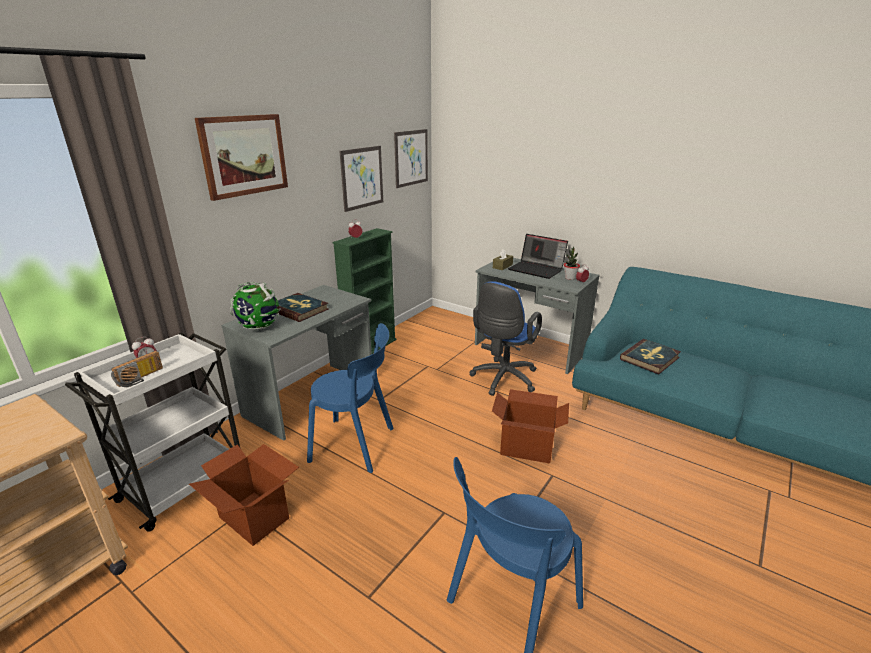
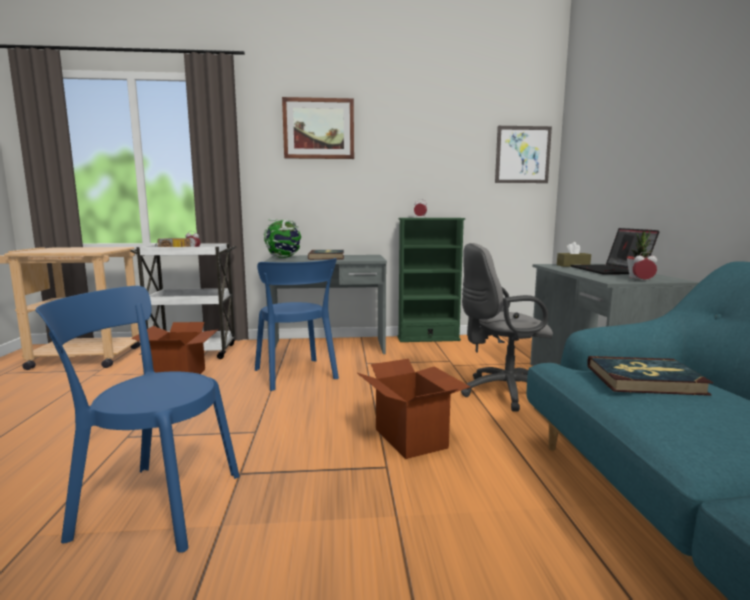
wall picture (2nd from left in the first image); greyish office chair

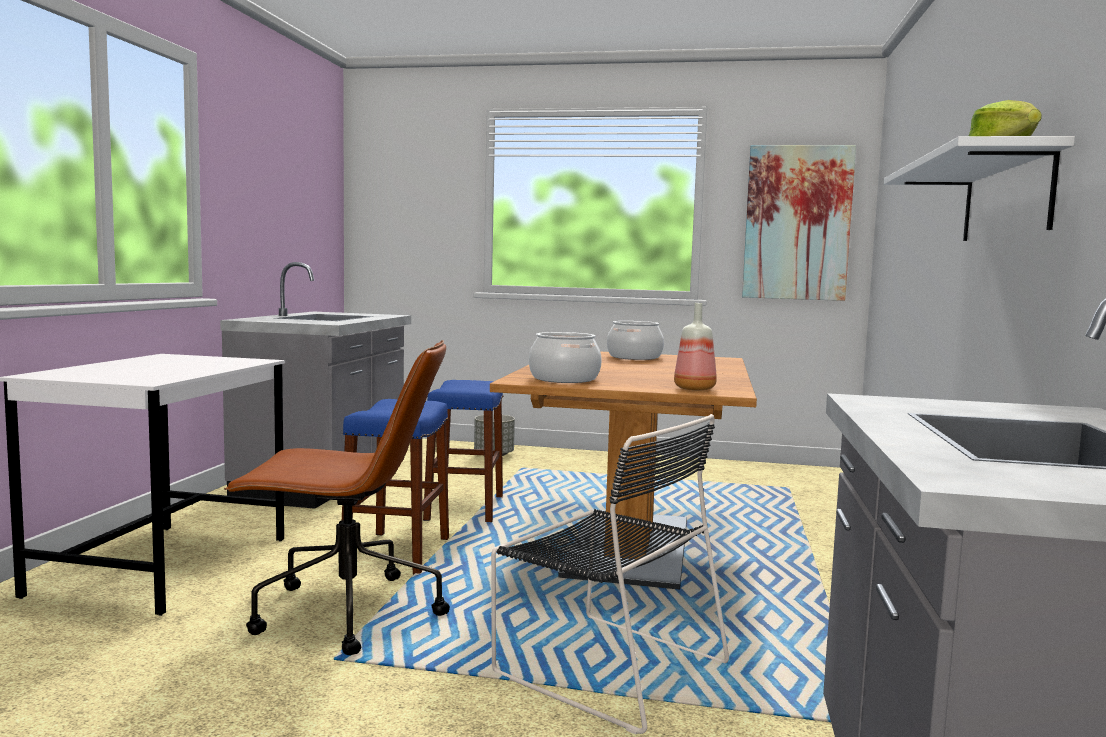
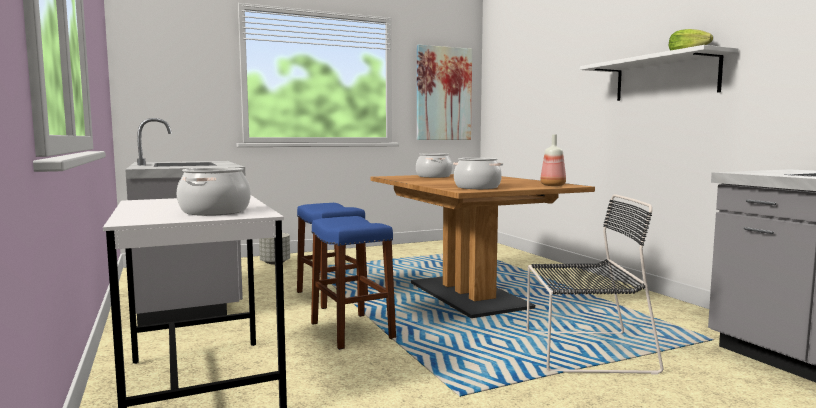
brownish office chair; cooking pot (1st from left)

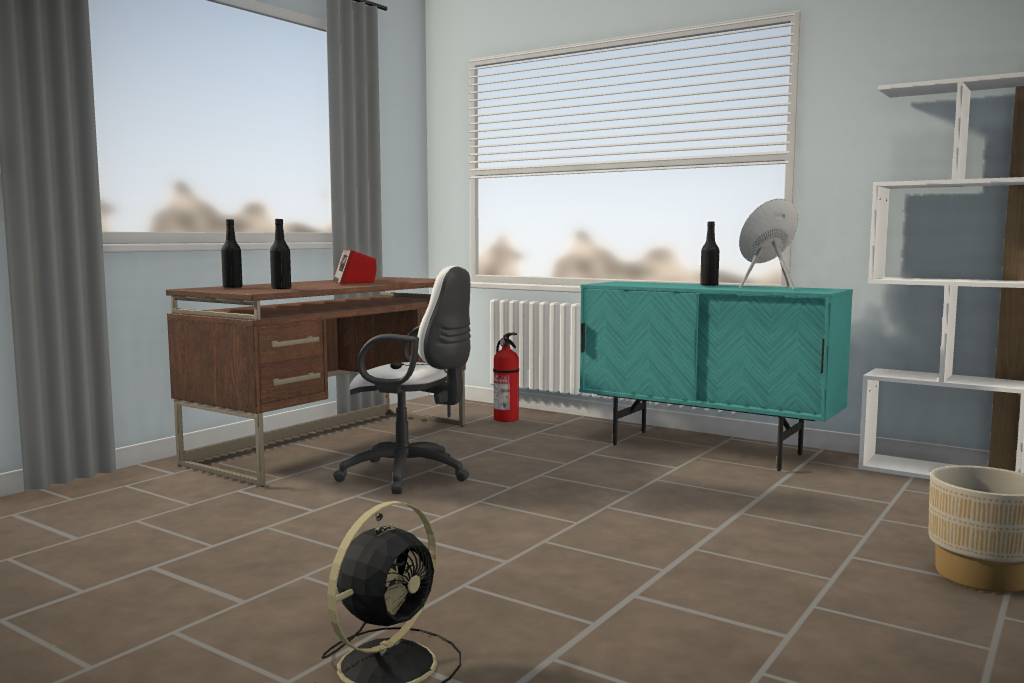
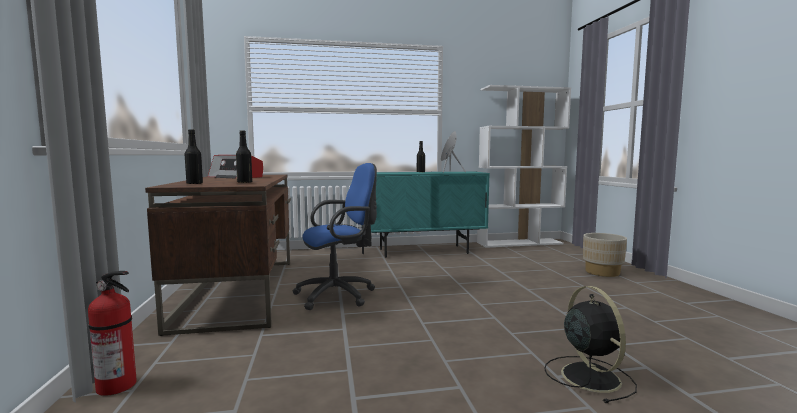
blue-coloured office chair; fire-fighting cylinder

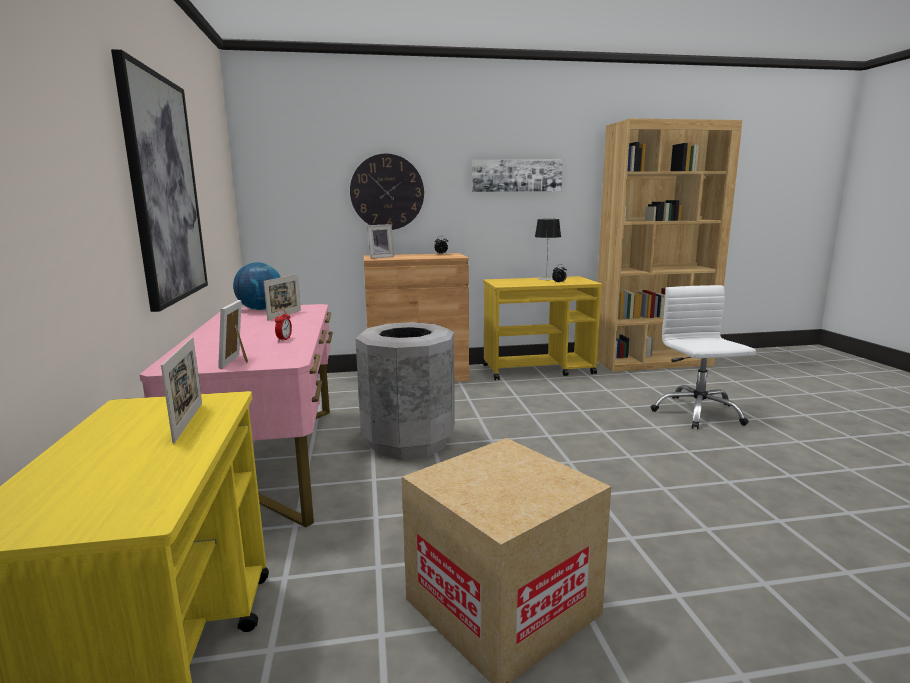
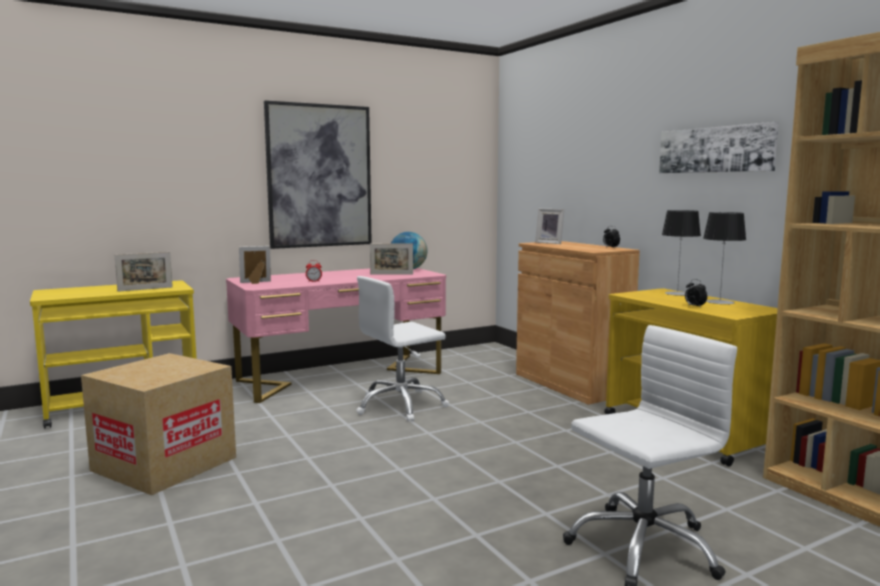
wall clock; whitish office chair (1st from left); lamp for a table (1st from left)

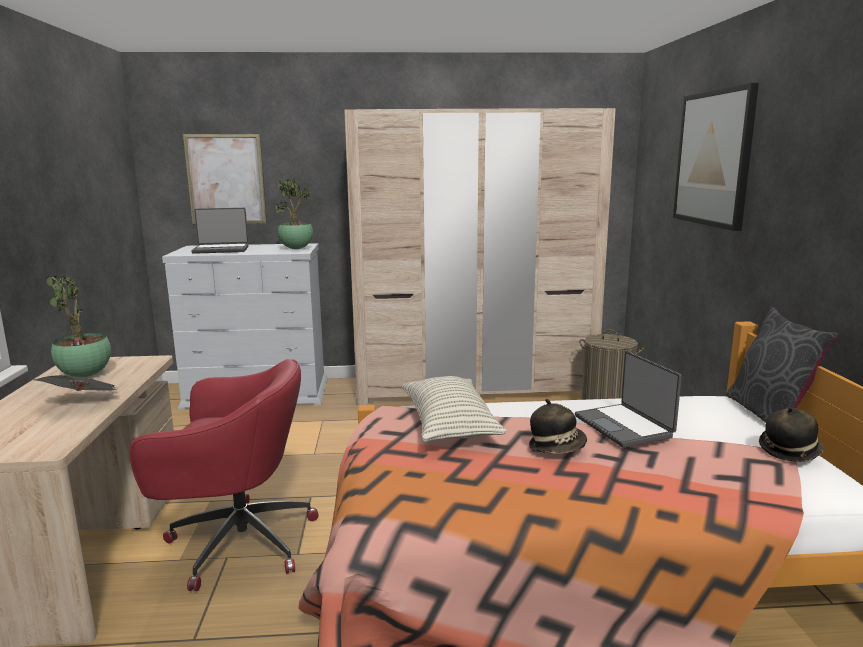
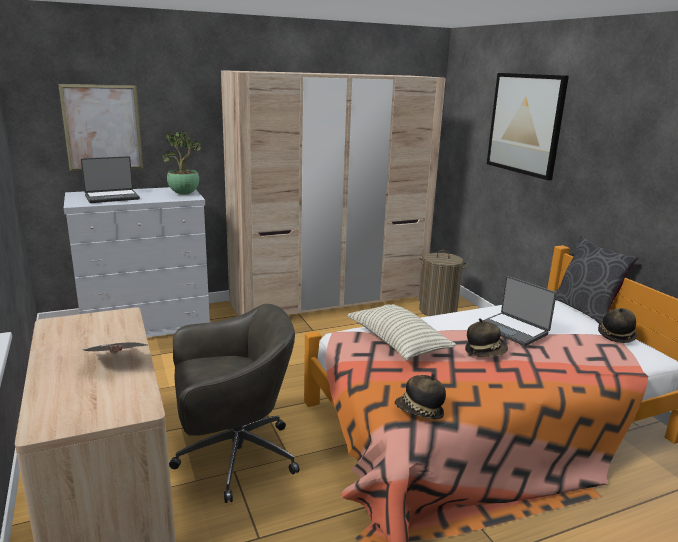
plant in a pot (1st from left in the first image); greyish office chair; hat (1st from left)

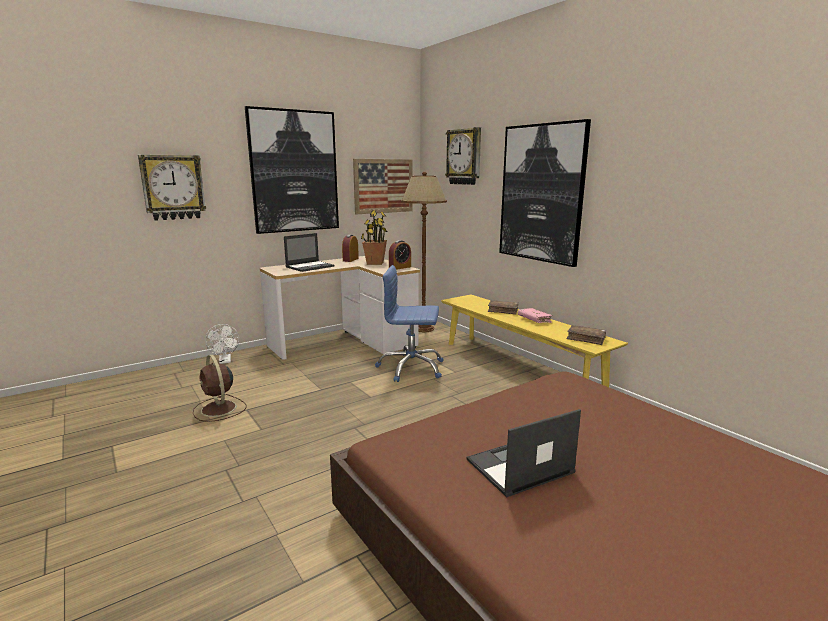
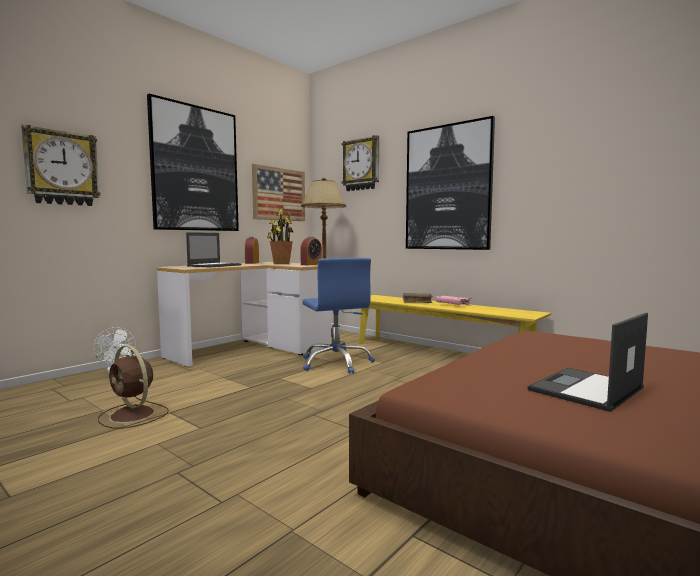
blue-coloured office chair; brownish bound book (2nd from left in the first image)

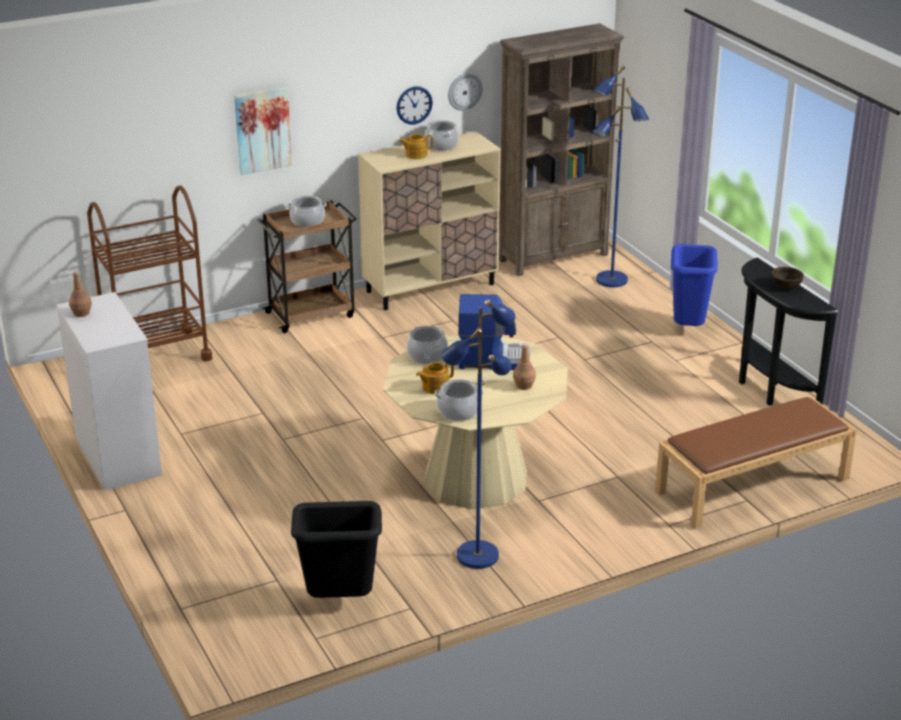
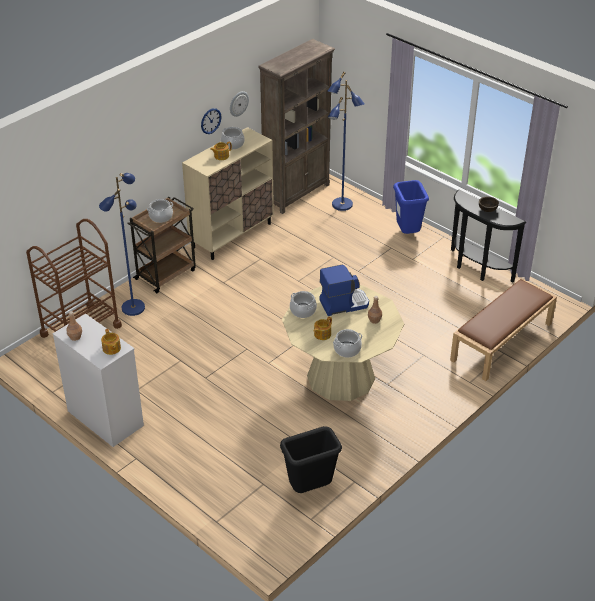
wall picture; blue-coloured floor lamp (1st from left); pot for tea (1st from left)

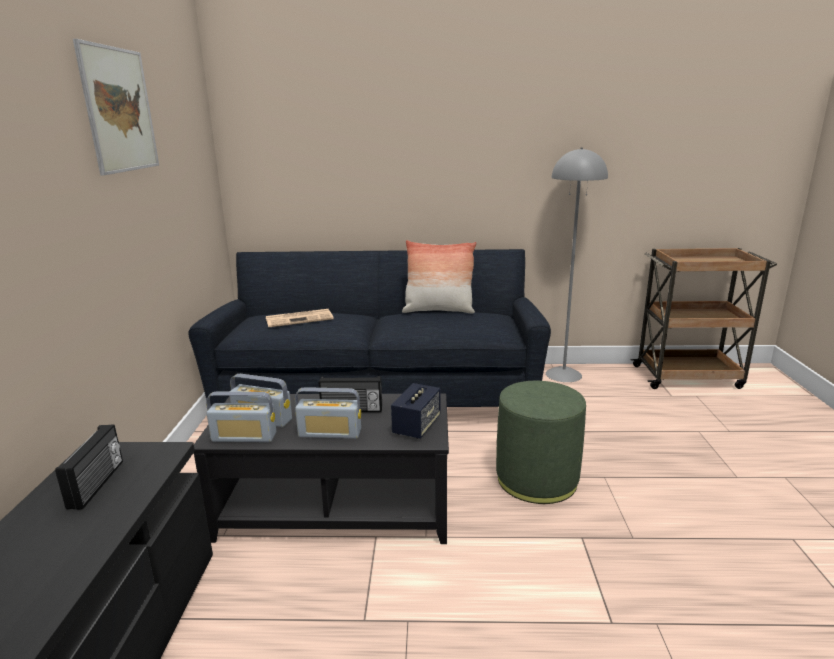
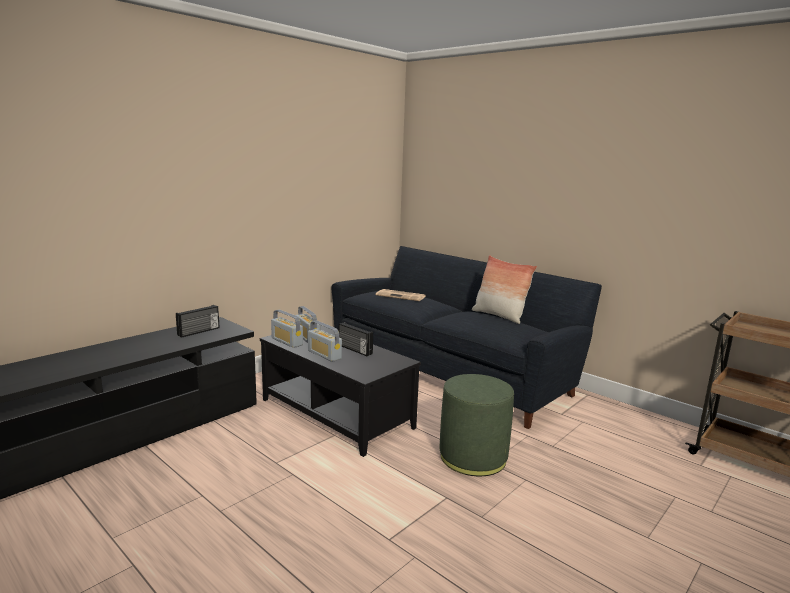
wall picture; loudspeaker; greyish floor lamp

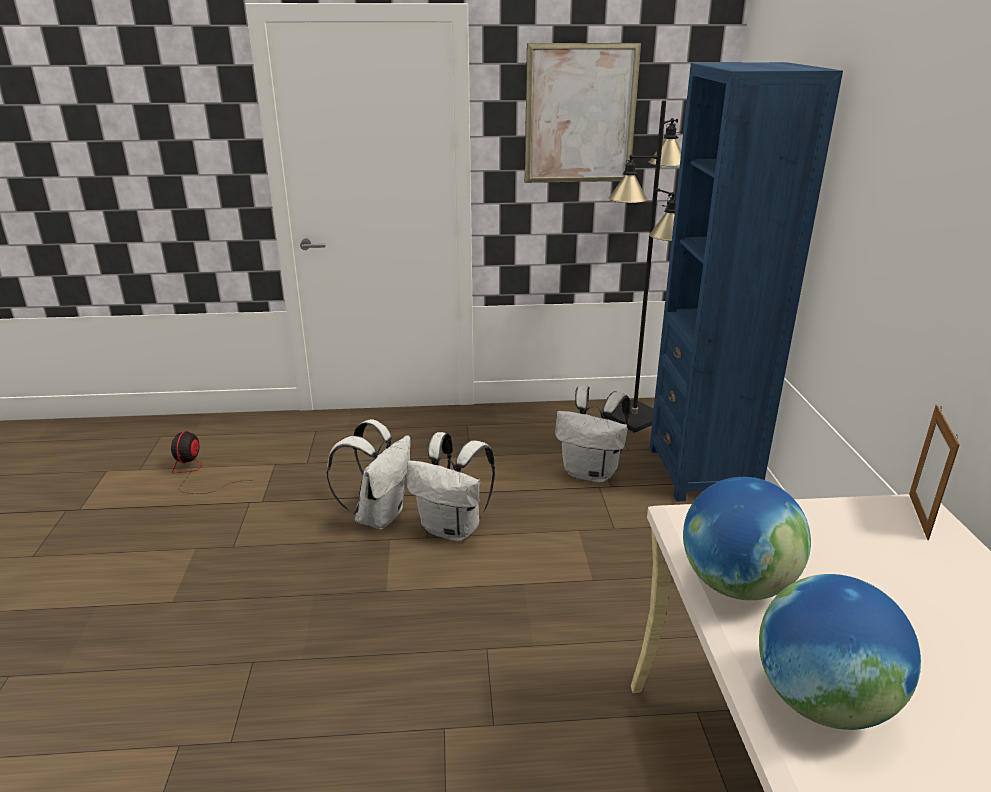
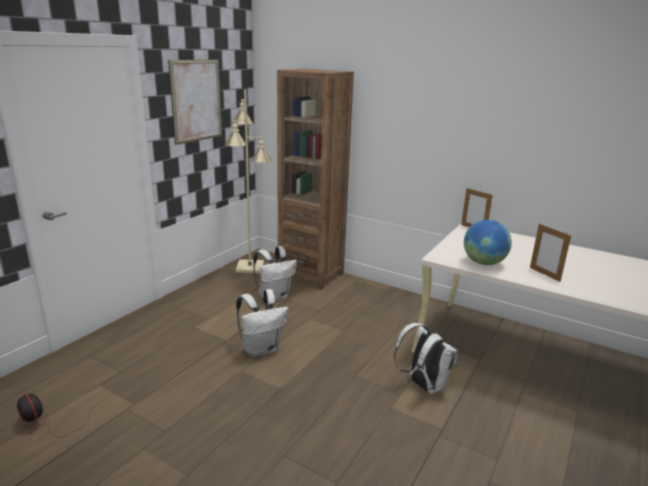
whitish rucksack (3rd from left); sand-coloured floor lamp; brownish bookshelf; standing frame (2nd from left)

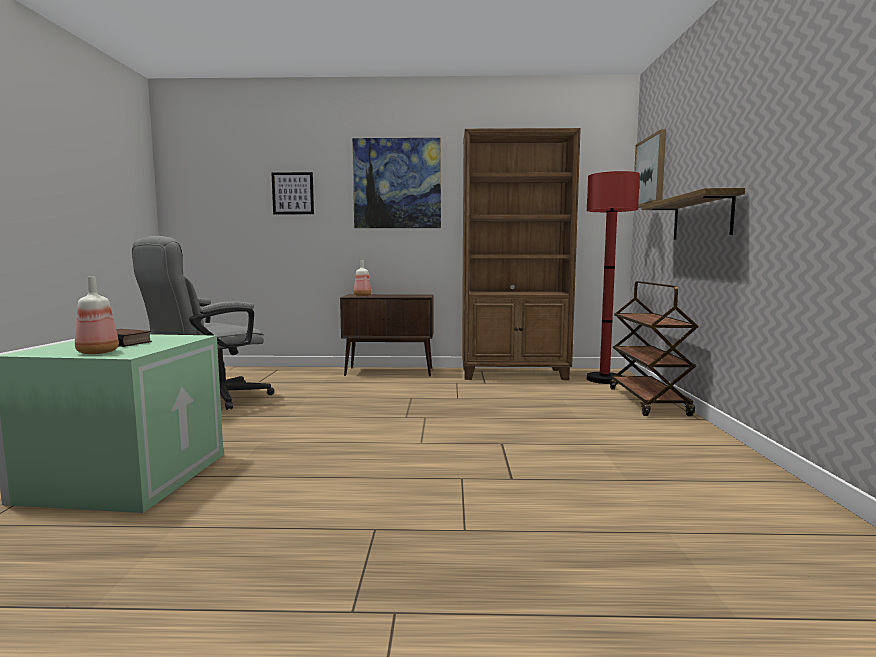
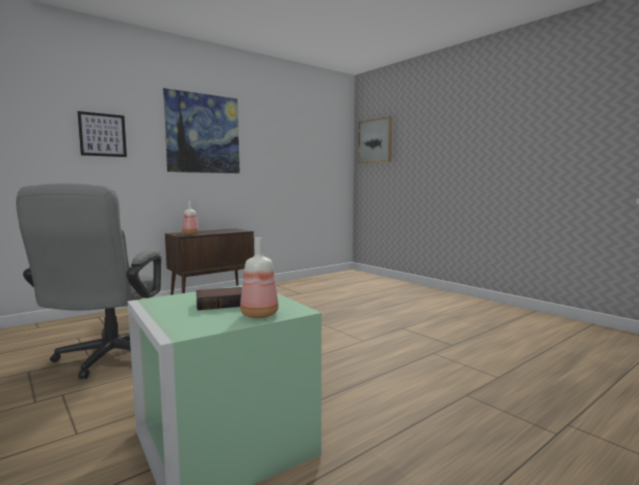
brownish bookshelf; red floor lamp; brownish wheeled cart; bracket shelf

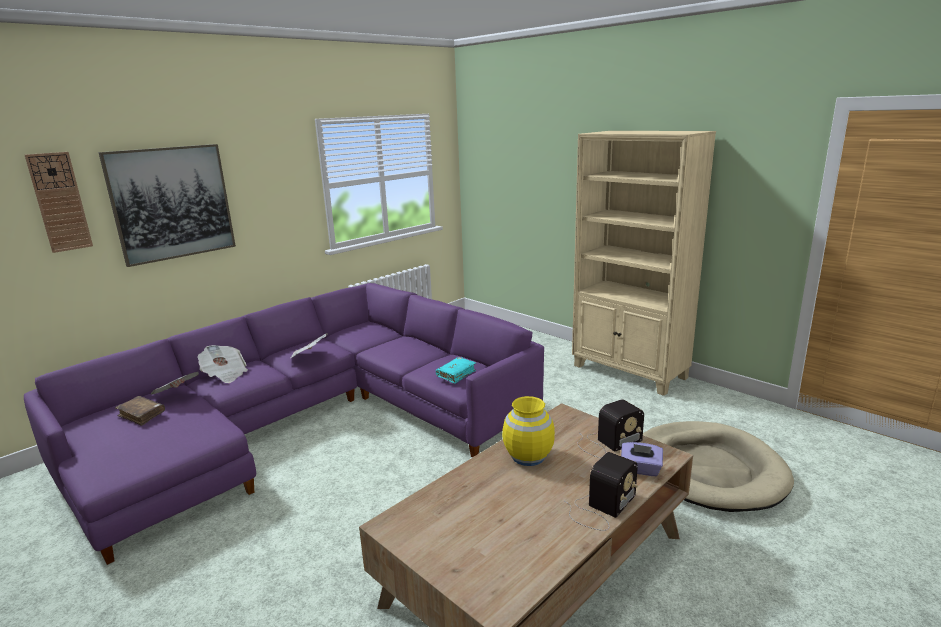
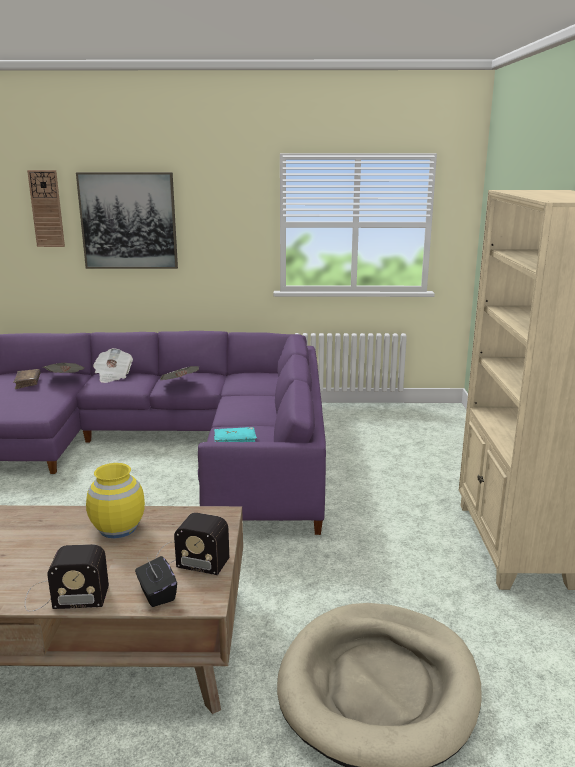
black box of tissues

